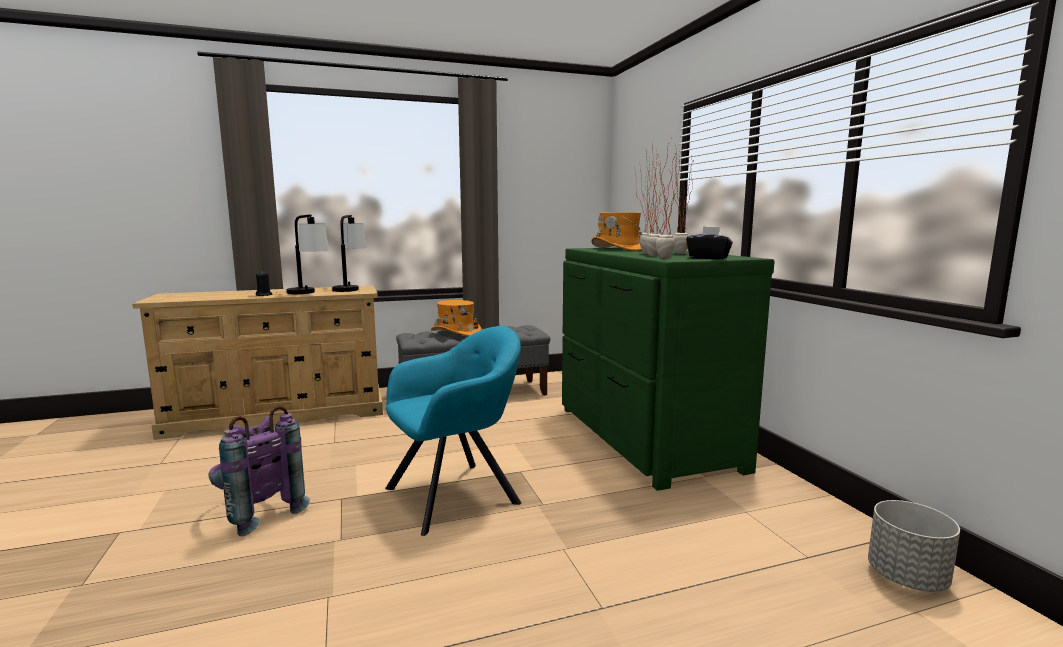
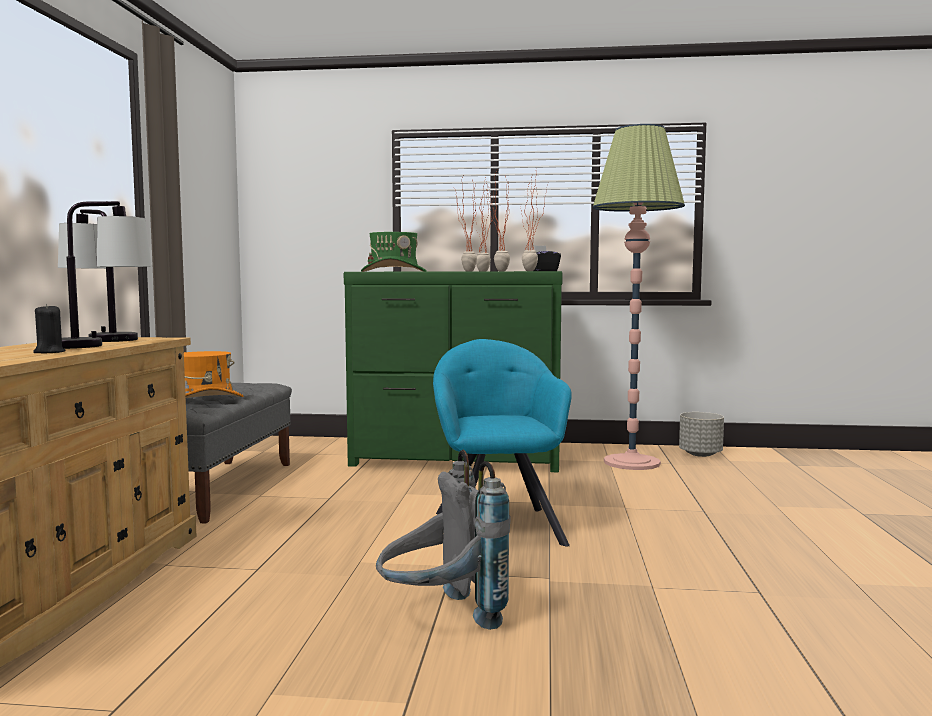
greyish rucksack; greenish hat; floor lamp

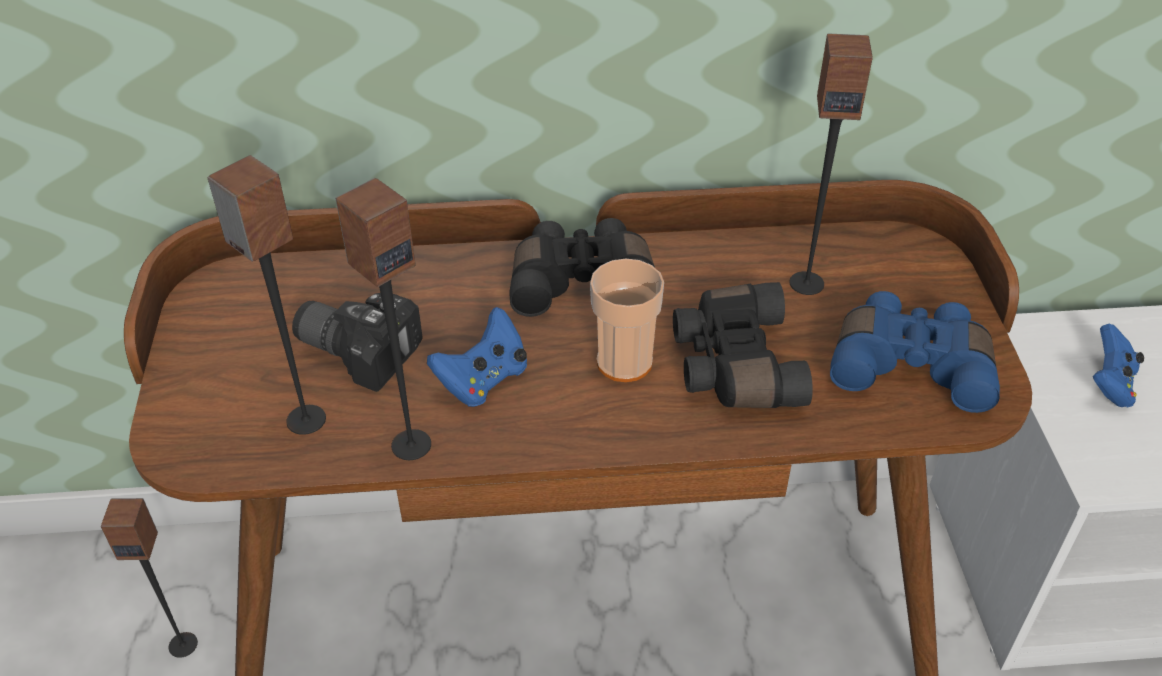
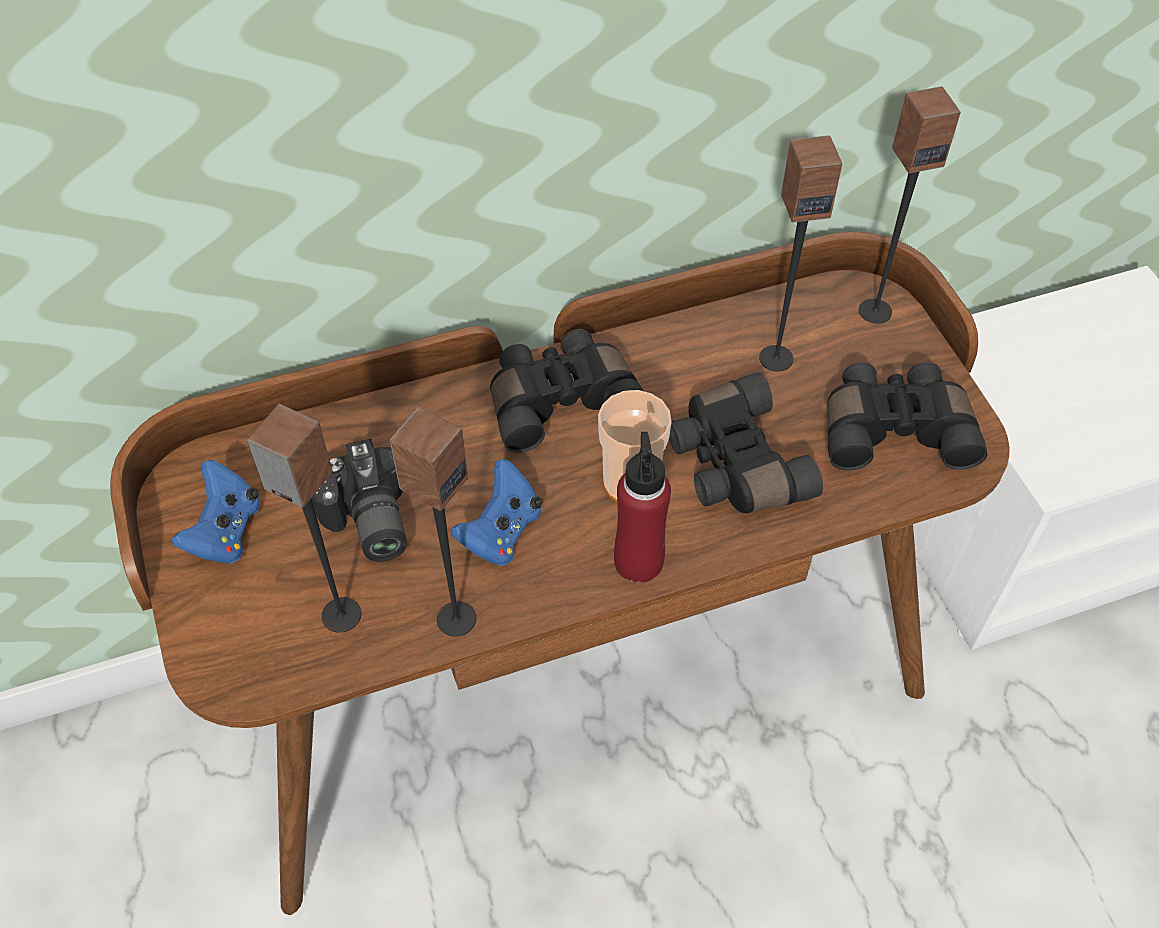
loudspeaker (4th from left); photo camera; black field glasses (3rd from left); blue-coloured game controller (1st from left); red drink bottle

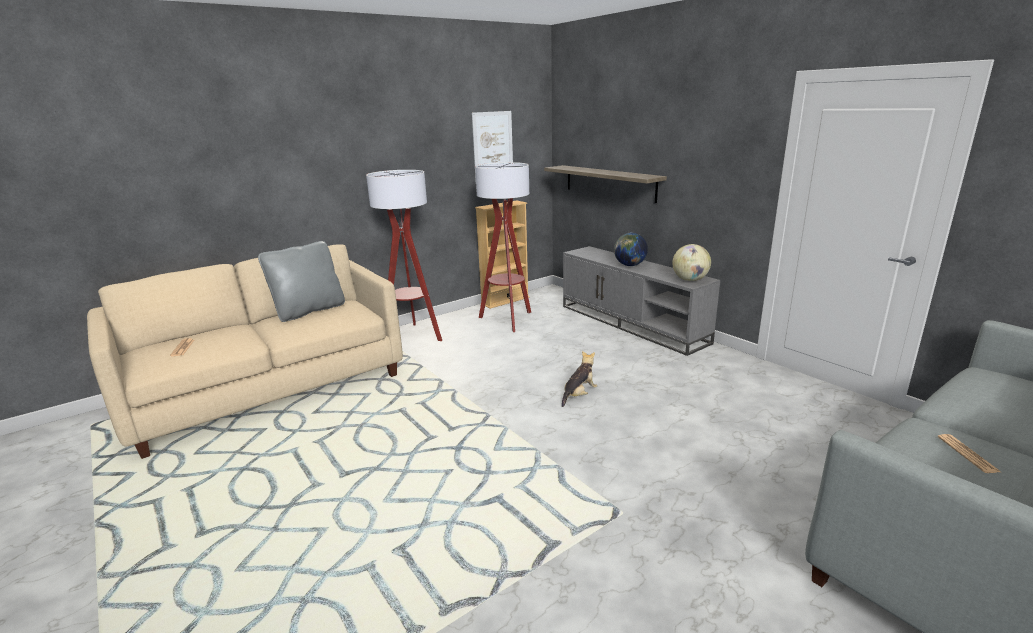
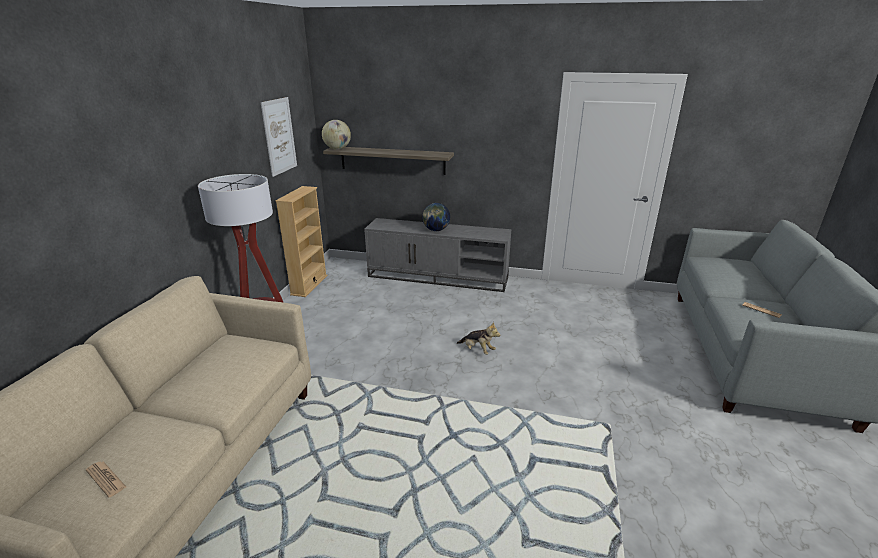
greyish throw pillow; floor lamp (2nd from left in the first image); plush toy; globe (1st from left)

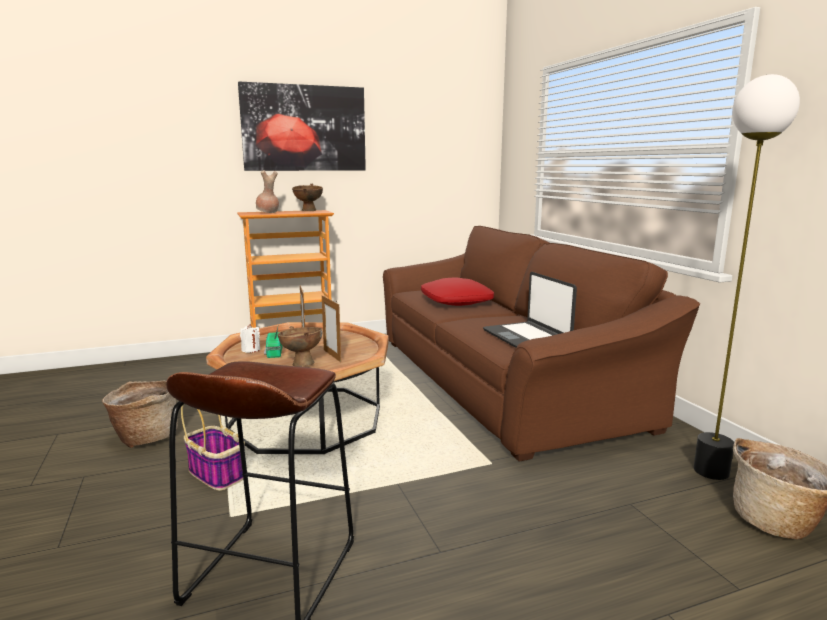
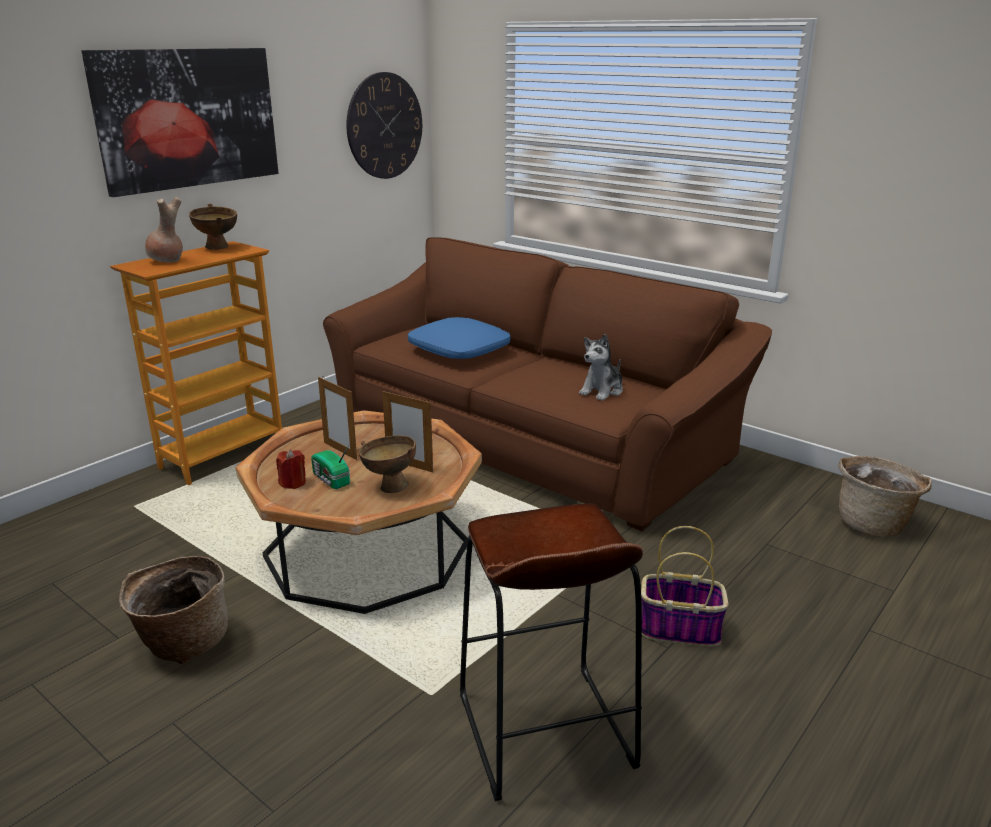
household basket (2nd from left); red candle; blue-coloured throw pillow; plush toy; floor lamp; wall clock

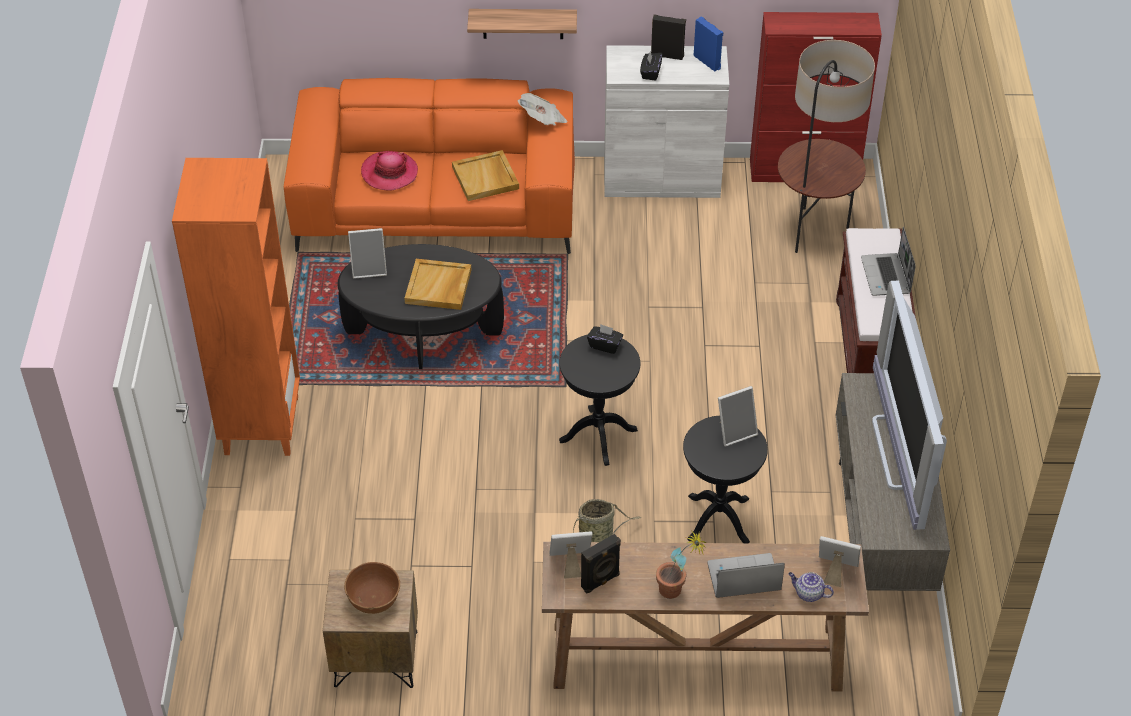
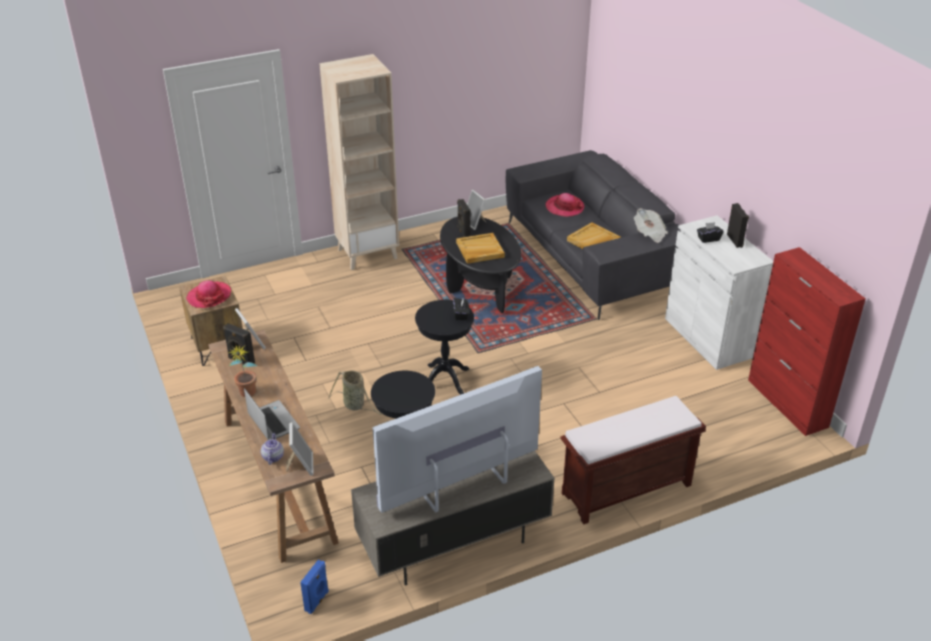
sand-coloured bookshelf; greyish couch; hat (1st from left); bracket shelf; blue-coloured loudspeaker; standing frame (3rd from left in the first image); floor lamp; portable computer (2nd from left in the first image); black loudspeaker (2nd from left)

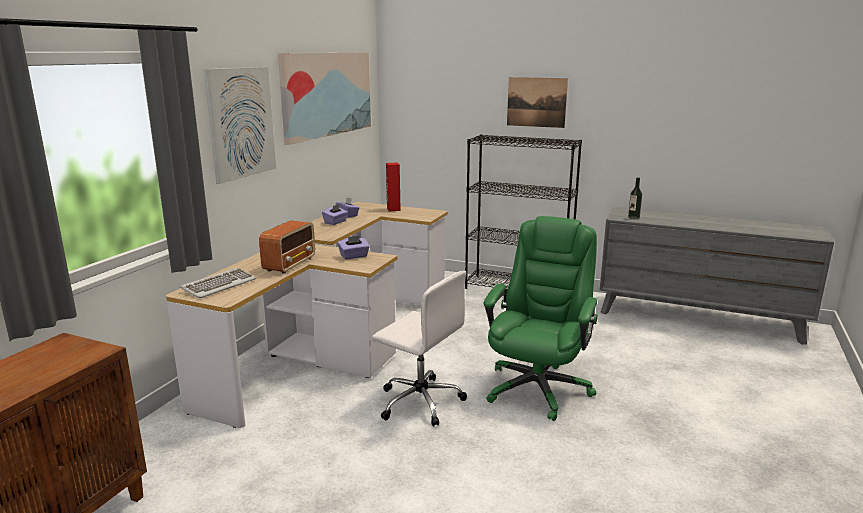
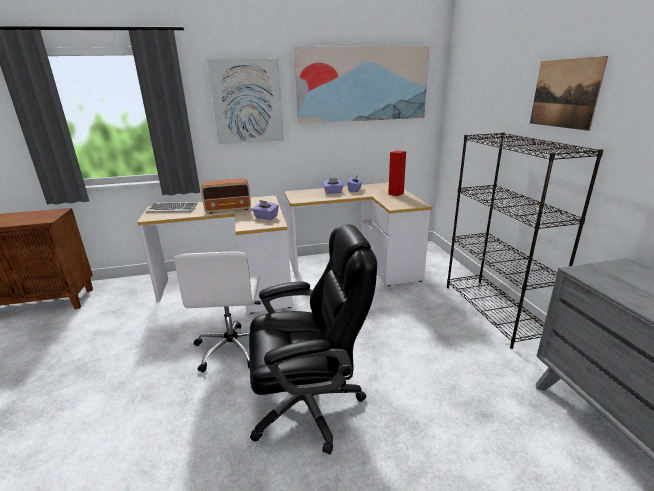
black office chair; drink bottle

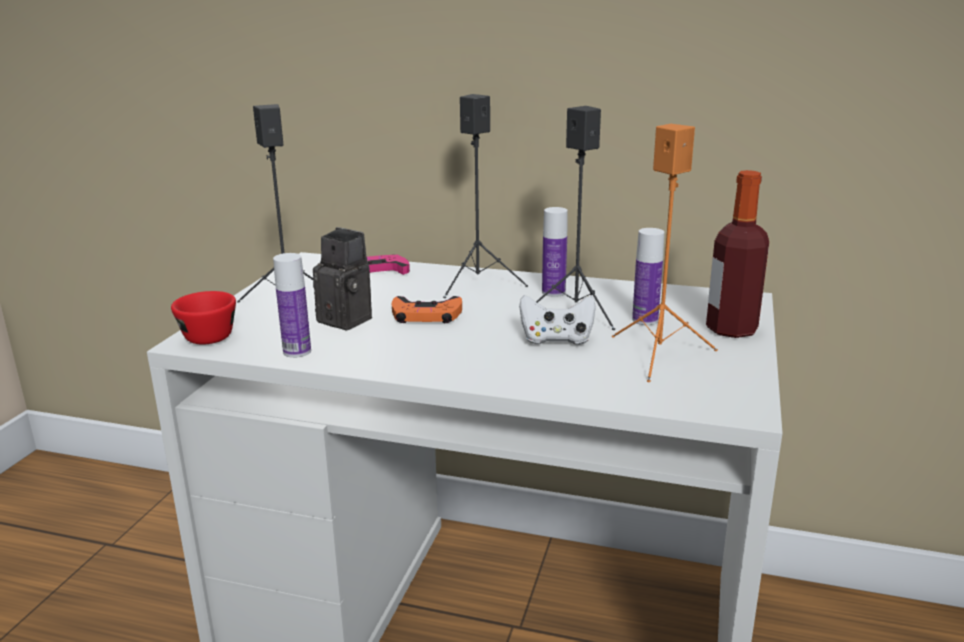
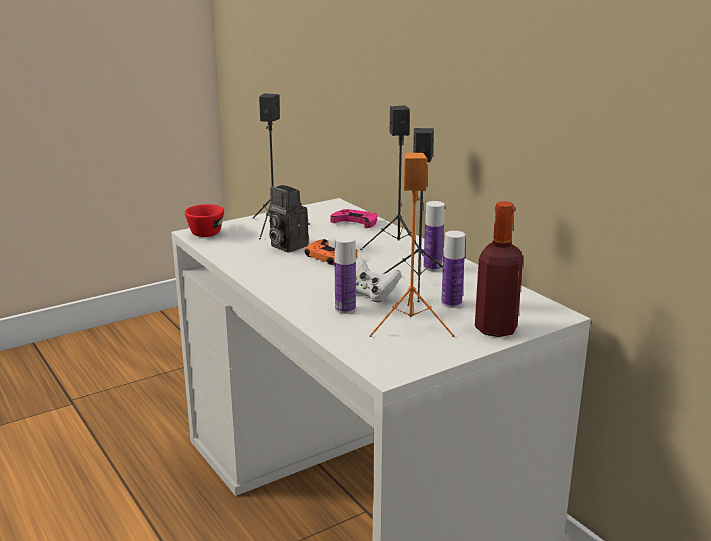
drink bottle (1st from left); photo camera

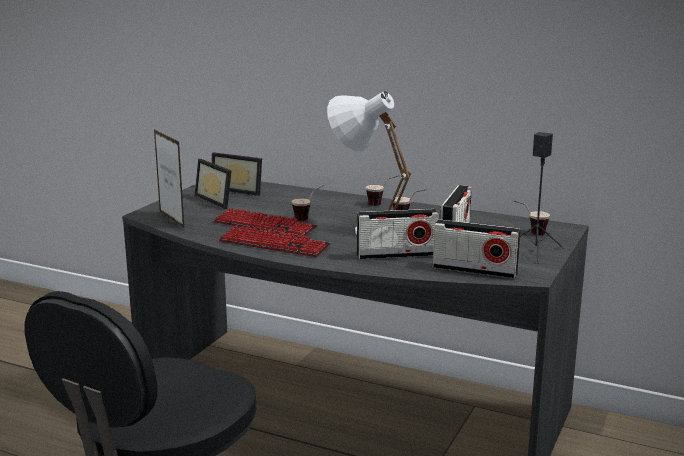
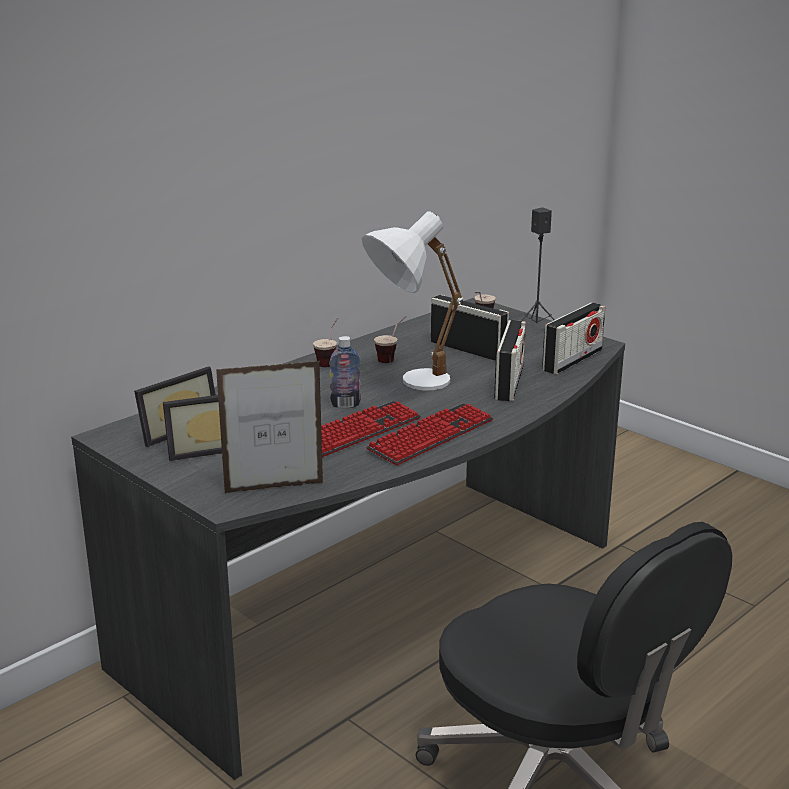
drink bottle

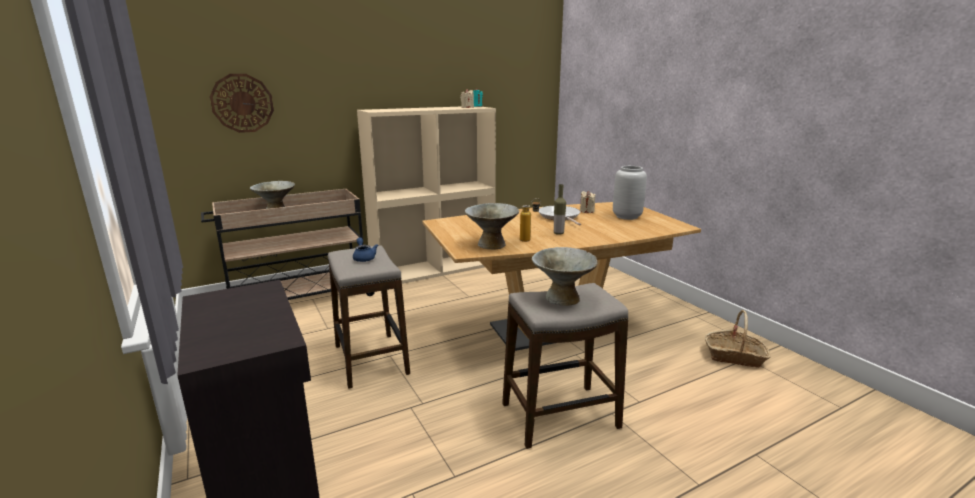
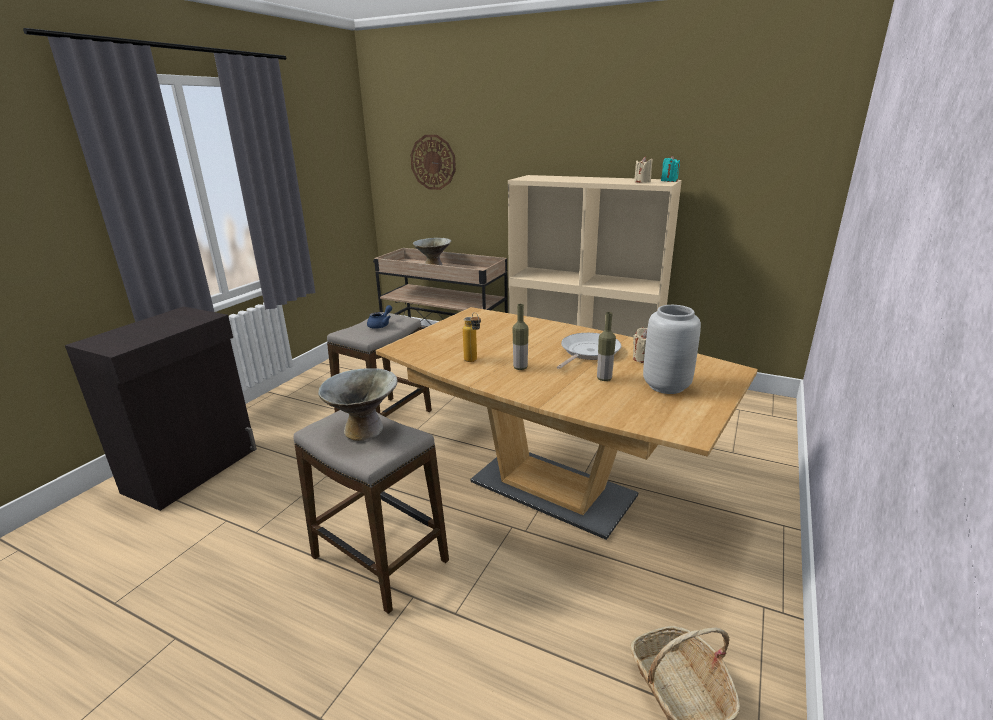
greyish serving bowl (2nd from left in the first image); drink bottle (3rd from left)

